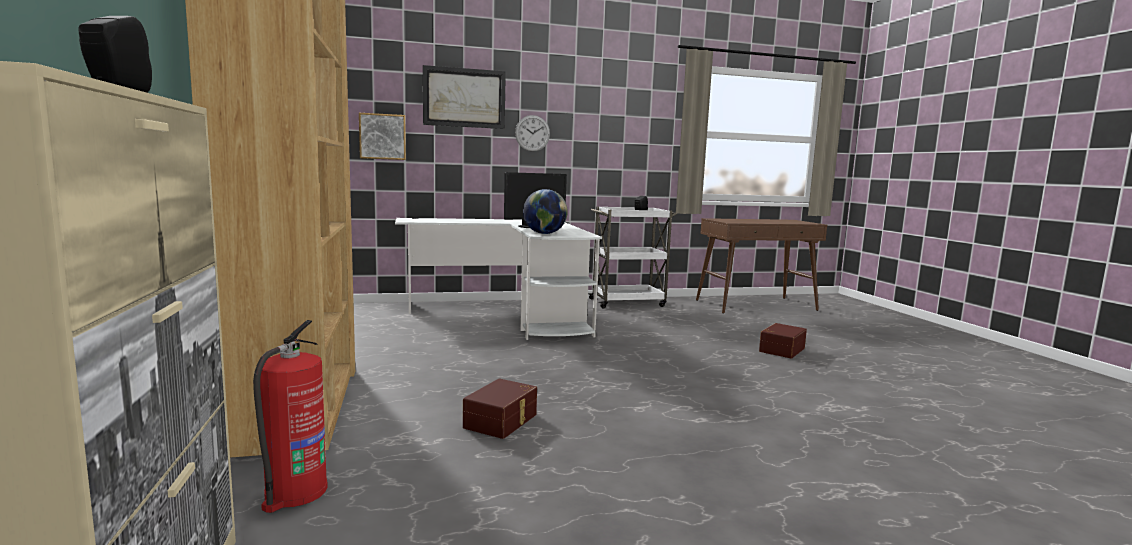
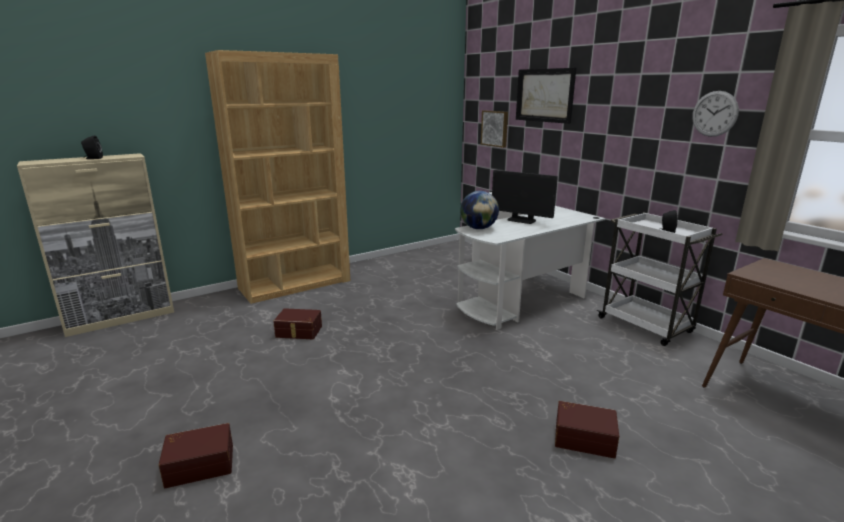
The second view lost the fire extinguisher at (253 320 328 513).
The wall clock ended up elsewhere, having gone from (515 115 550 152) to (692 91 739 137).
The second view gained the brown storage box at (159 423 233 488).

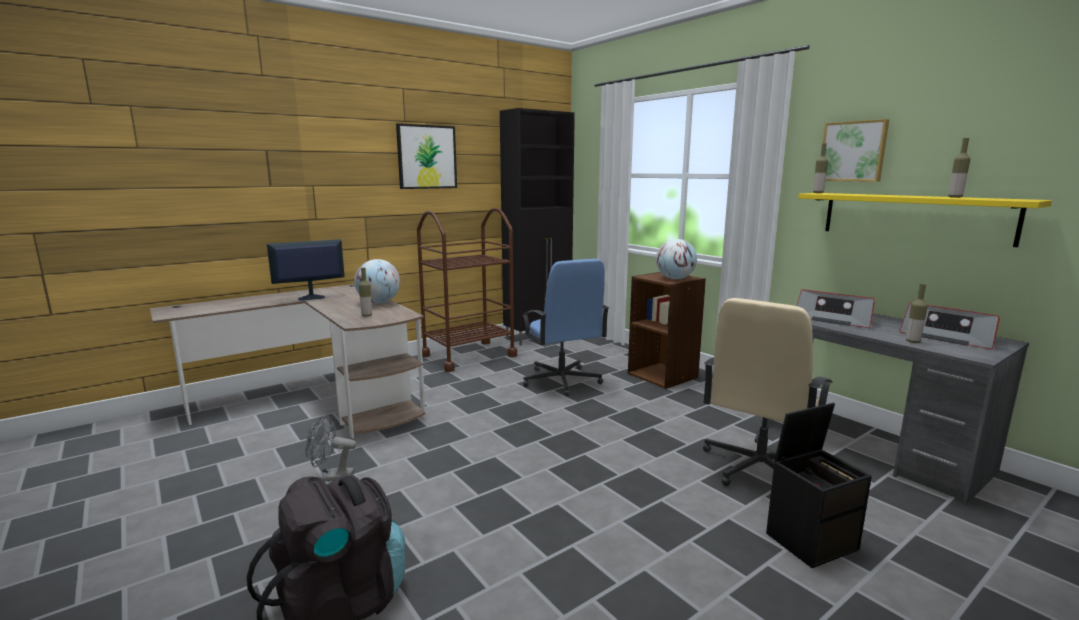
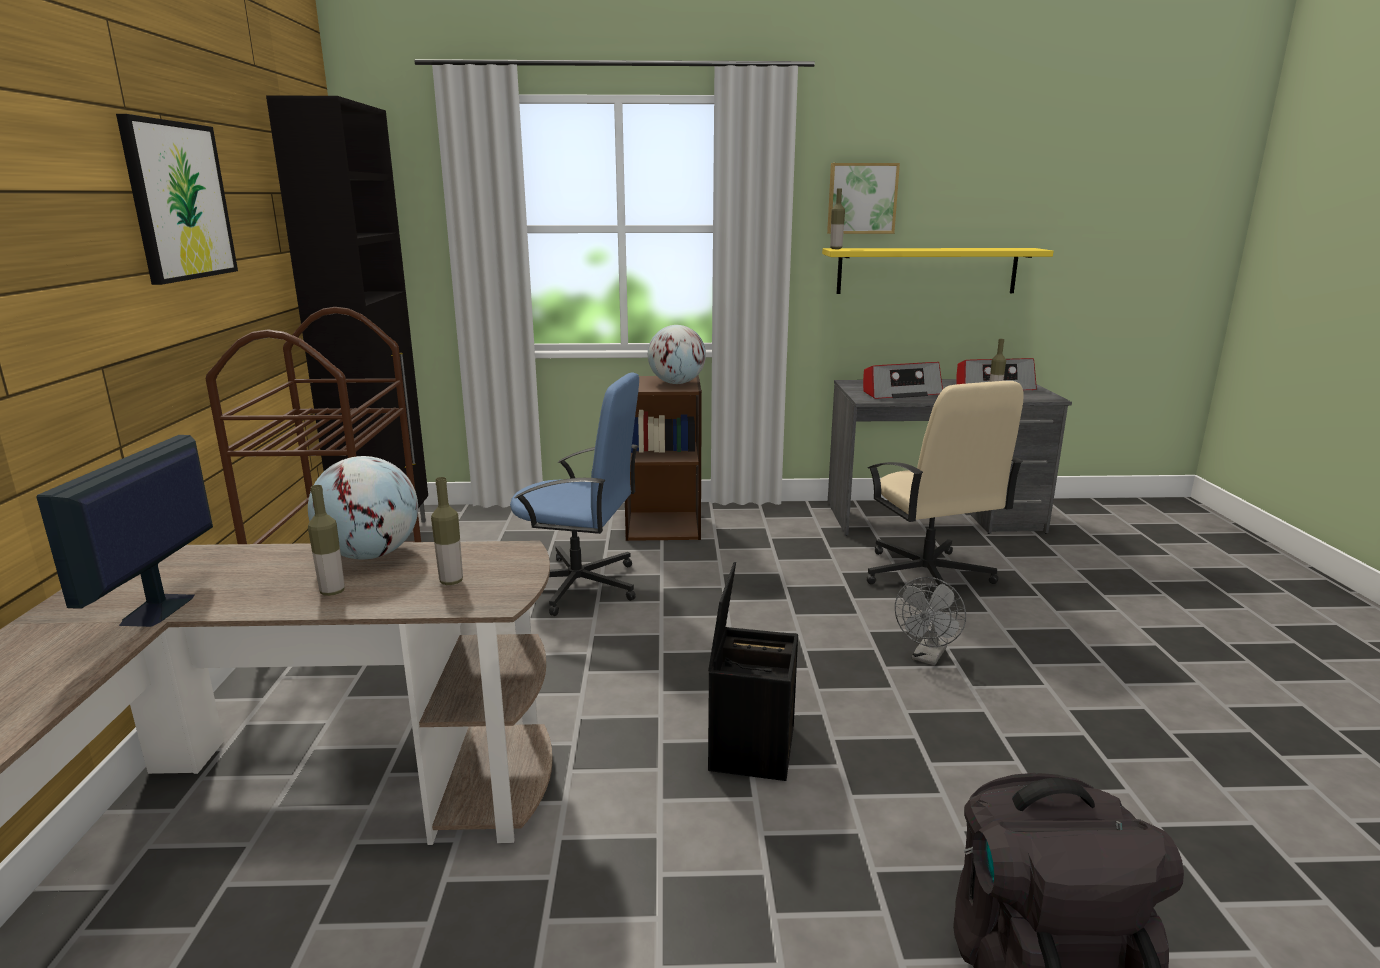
The grey fan ended up elsewhere, having gone from (305 415 356 481) to (895 577 966 666).
The black storage box ended up elsewhere, having gone from (766 403 872 568) to (708 562 798 781).
The bottle ended up elsewhere, having gone from (949 138 970 198) to (308 485 345 596).

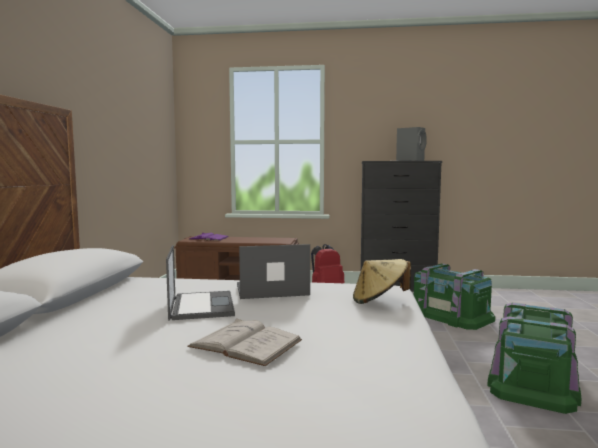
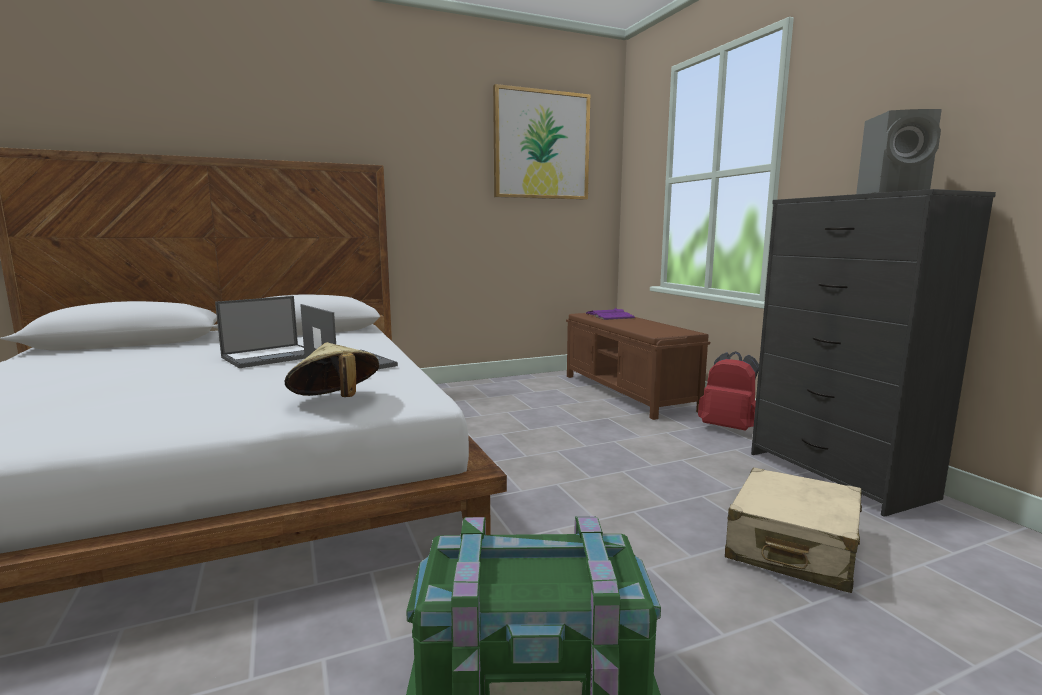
The second view lost the white book at (187 318 302 366).
Where the green storage box stood at (414 263 495 330), the beige suitcase came to stand at (725 467 862 593).
The second view gained the picture at (493 84 590 200).

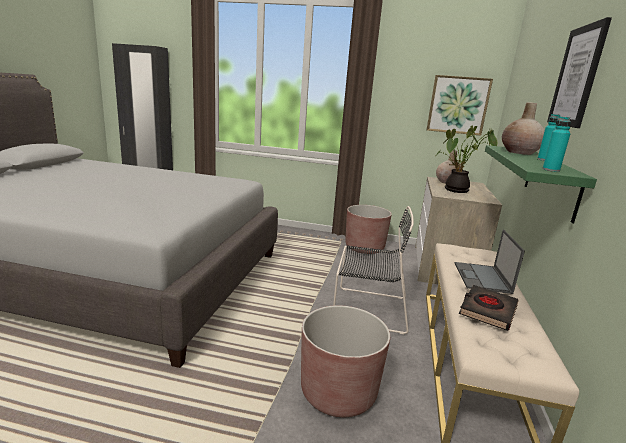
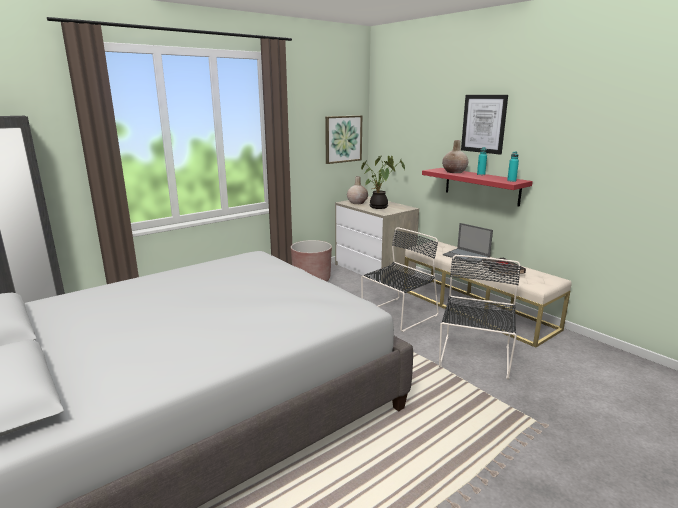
Where the brown planter stood at (301 305 390 417), the black chair came to stand at (439 255 521 379).
What was the green shelf at (485 145 597 223) turned into the red shelf at (422 168 533 207).

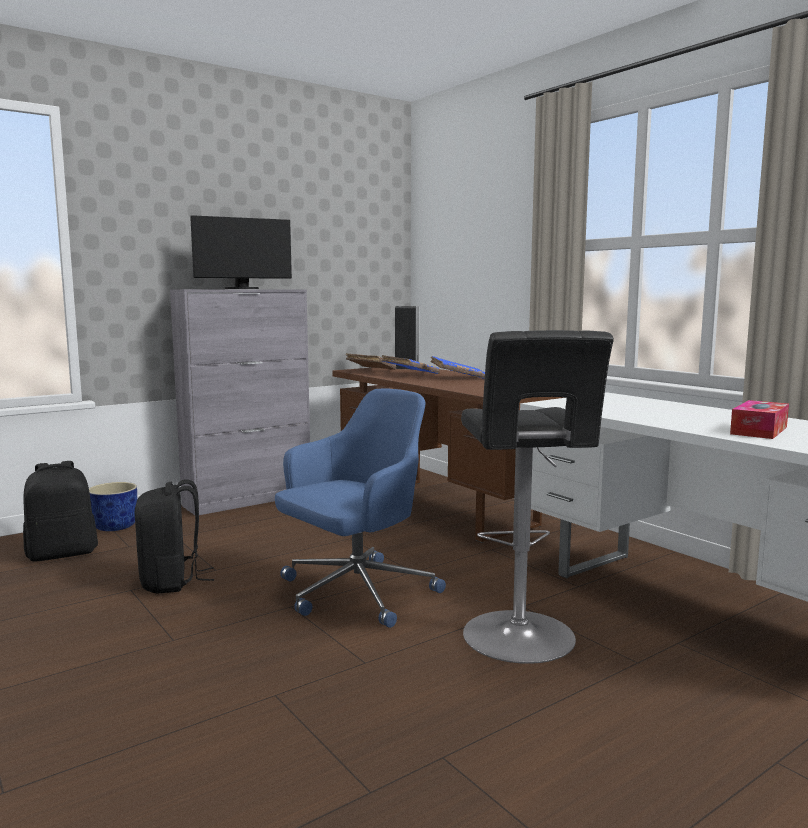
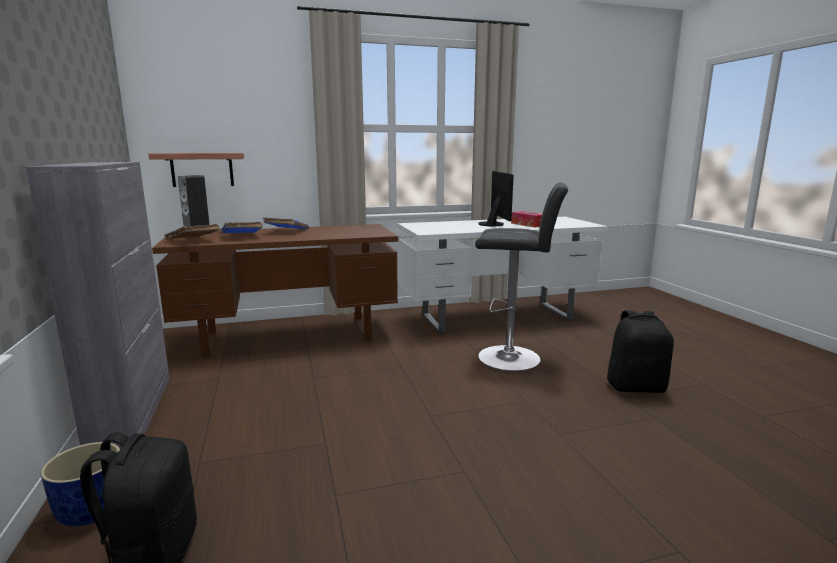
The black backpack ended up elsewhere, having gone from (135 479 215 593) to (607 310 674 393).
The monitor ended up elsewhere, having gone from (190 215 292 289) to (479 171 514 226).
The second view lost the blue office chair at (275 388 446 628).
The second view gained the shelf at (148 153 244 187).

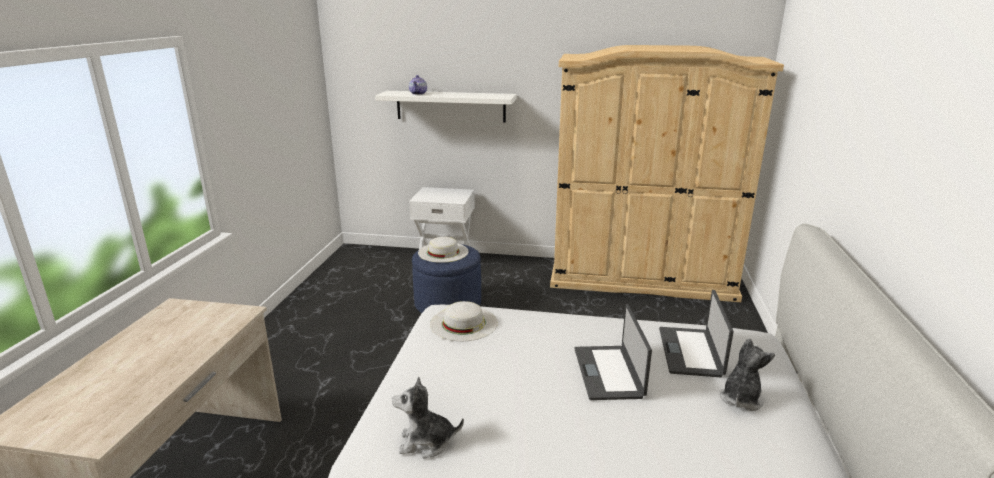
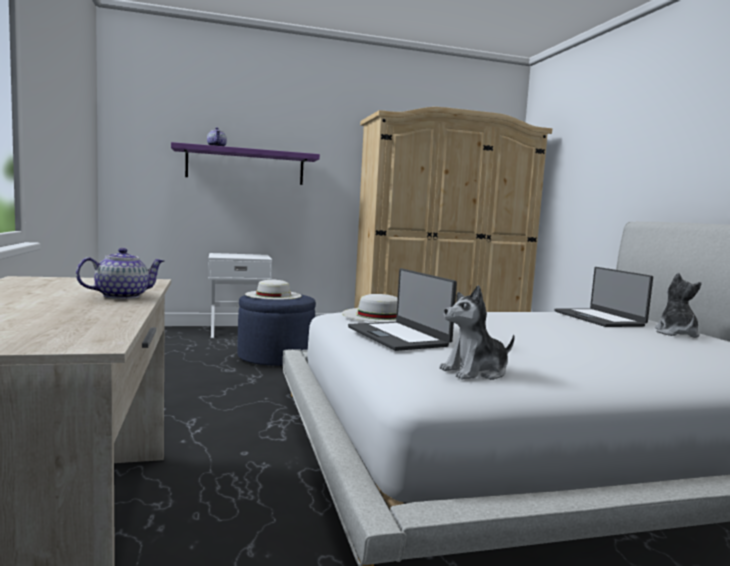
What was the white shelf at (375 91 516 123) turned into the purple shelf at (171 142 320 185).
The laptop ended up elsewhere, having gone from (574 304 652 400) to (348 268 457 351).
The second view gained the teapot at (76 248 164 299).

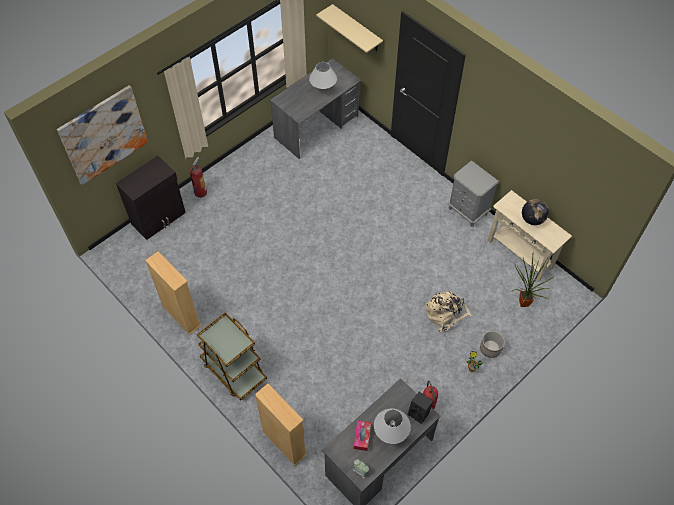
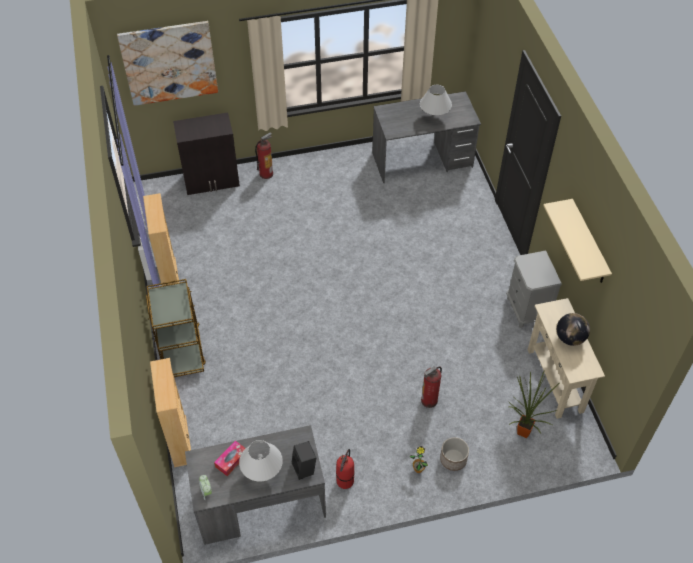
The beige shelf ended up elsewhere, having gone from (316 4 383 53) to (543 199 612 283).
Where the beige backpack stood at (426 291 472 332), the fire extinguisher came to stand at (421 366 442 408).

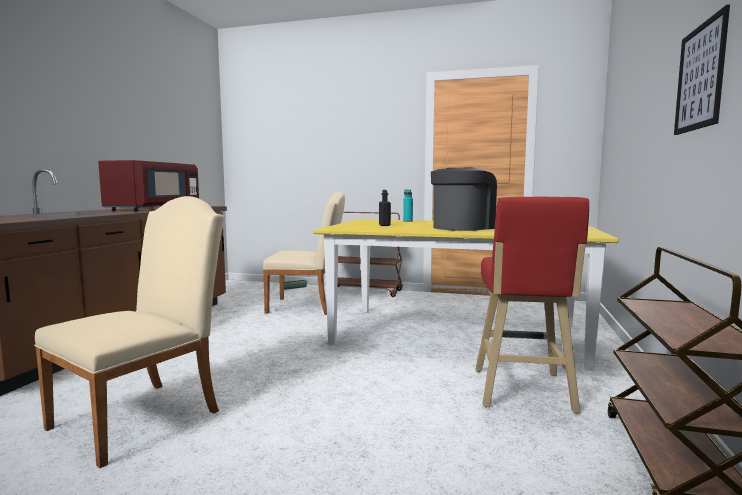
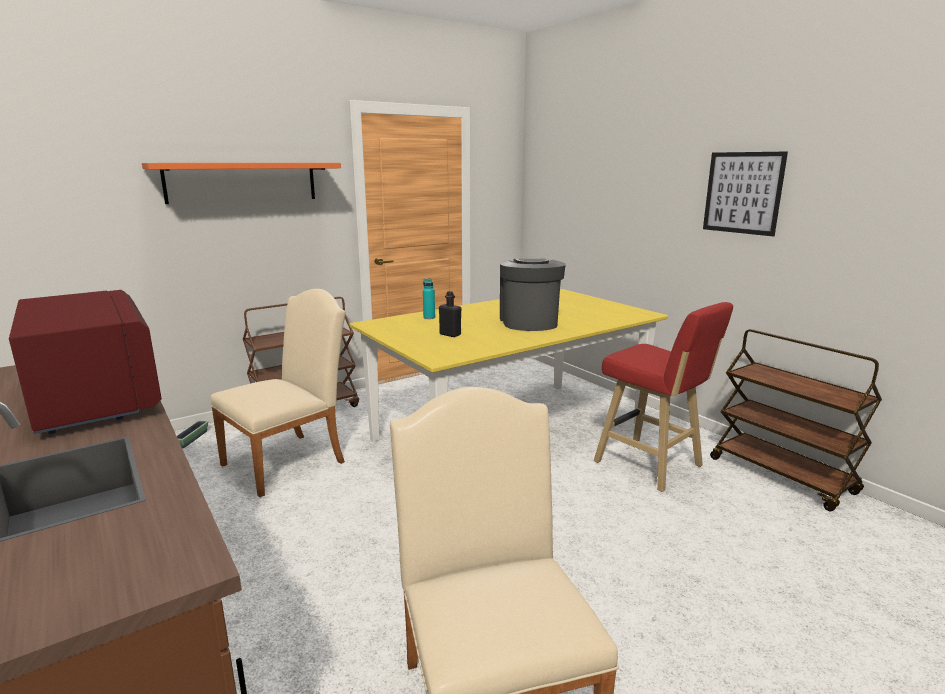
The second view gained the orange shelf at (142 163 341 204).

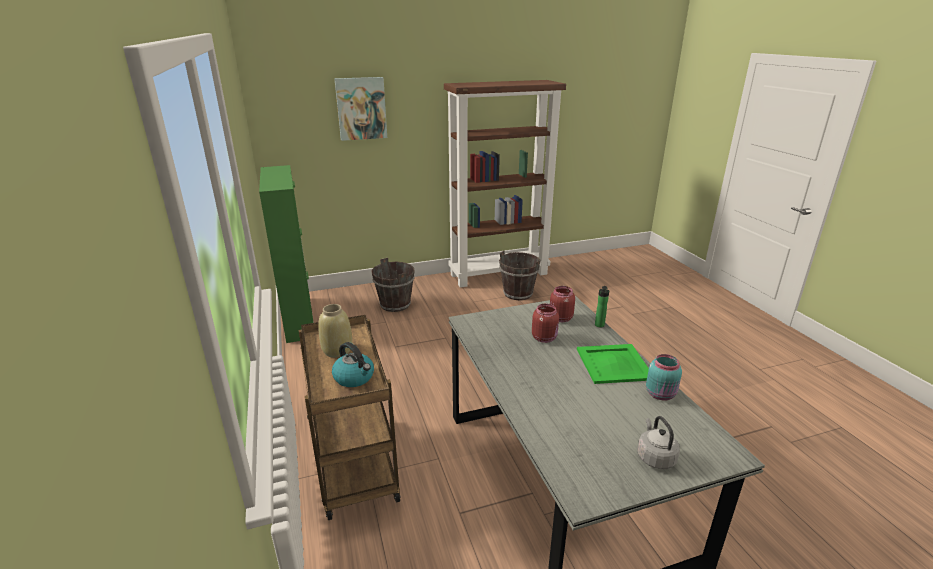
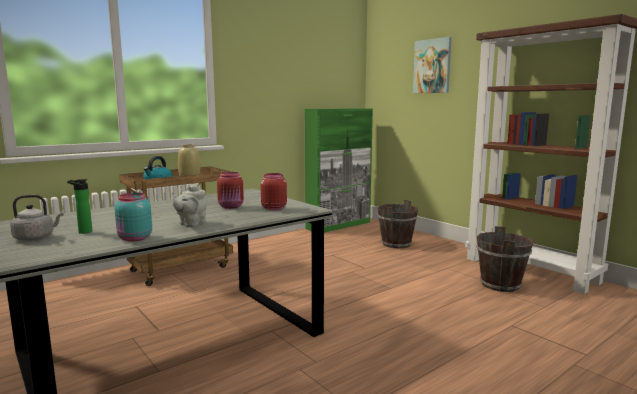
Where the green tray stood at (577 344 649 384), the grey teapot came to stand at (172 184 207 227).
The bottle ended up elsewhere, having gone from (595 286 609 328) to (67 179 92 234).

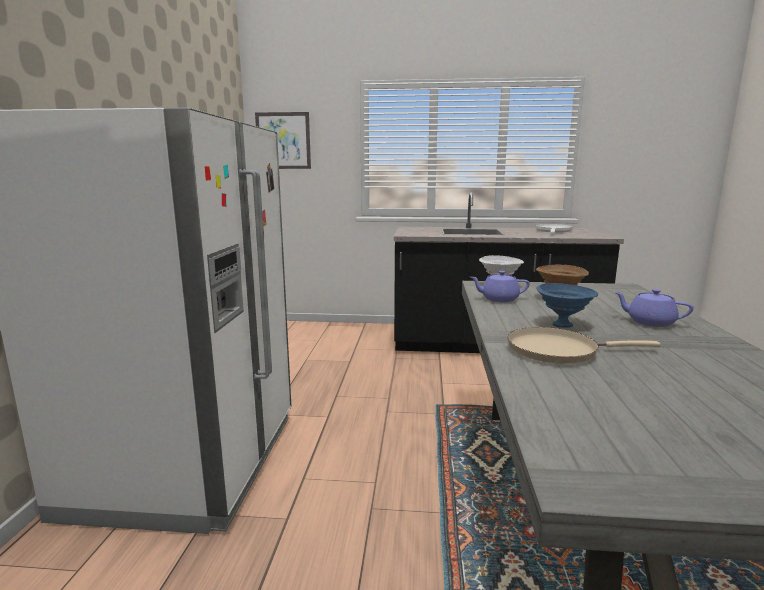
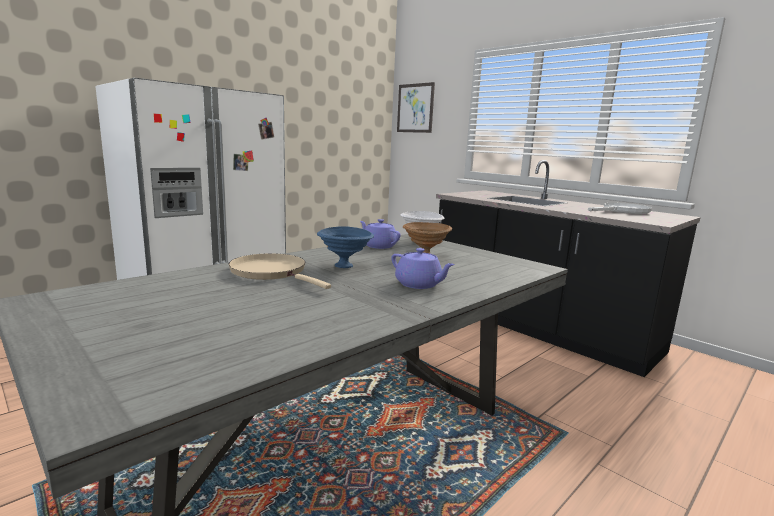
The purple teapot at (614 289 694 327) ended up facing another way, 150 degrees clockwise from before.

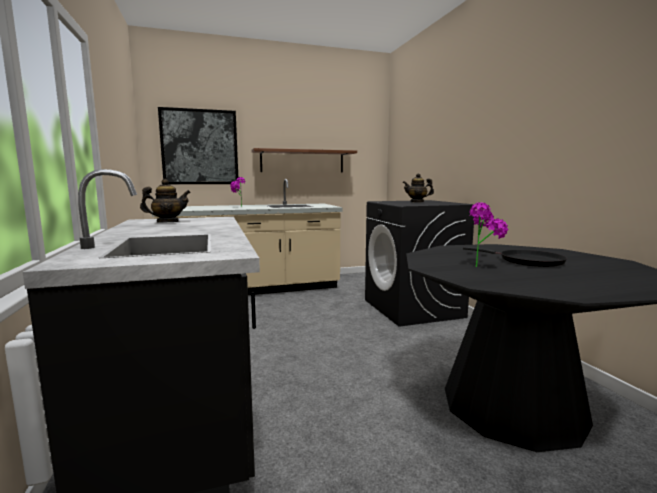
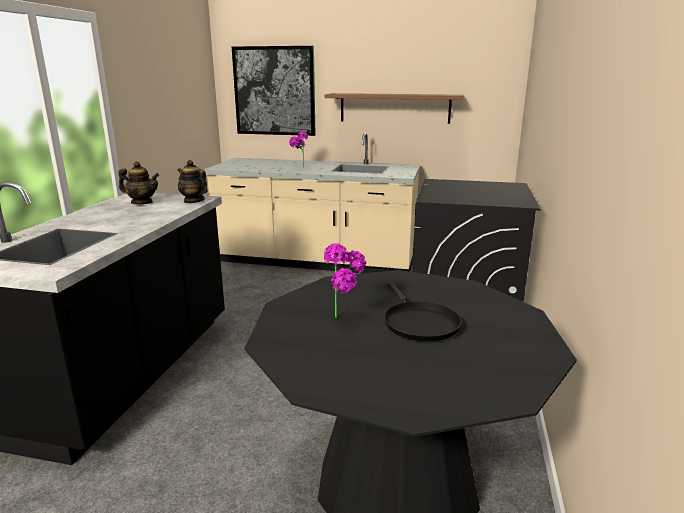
The teapot ended up elsewhere, having gone from (403 173 434 203) to (178 160 208 203).

